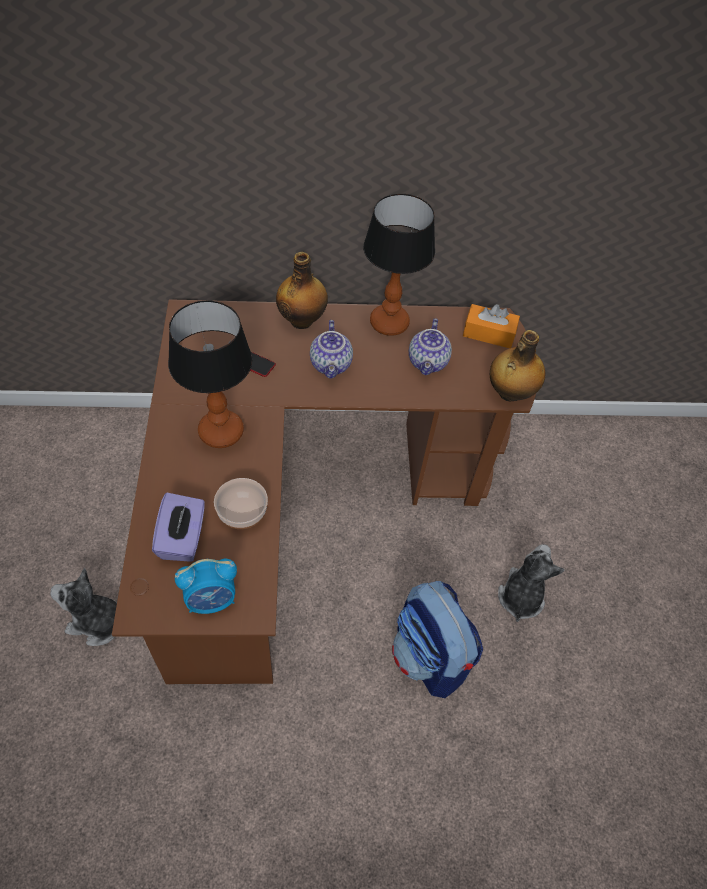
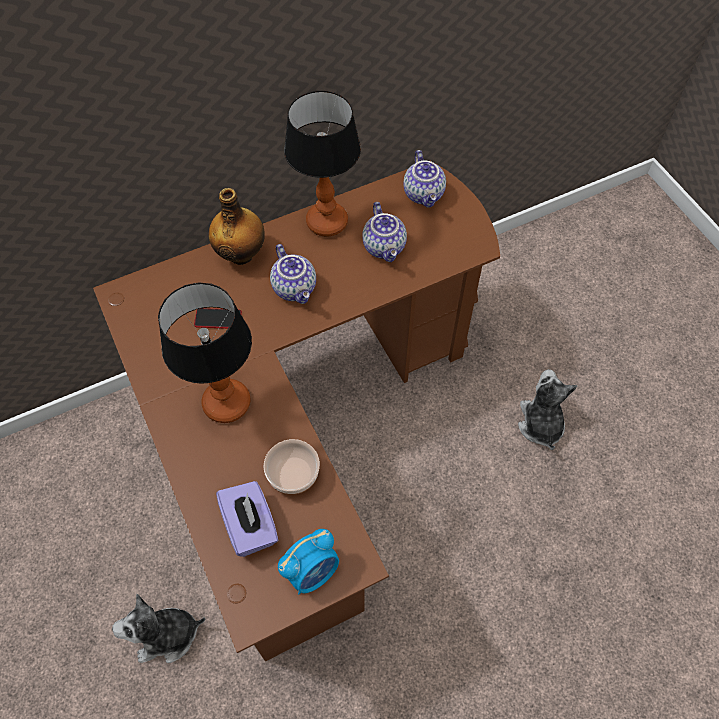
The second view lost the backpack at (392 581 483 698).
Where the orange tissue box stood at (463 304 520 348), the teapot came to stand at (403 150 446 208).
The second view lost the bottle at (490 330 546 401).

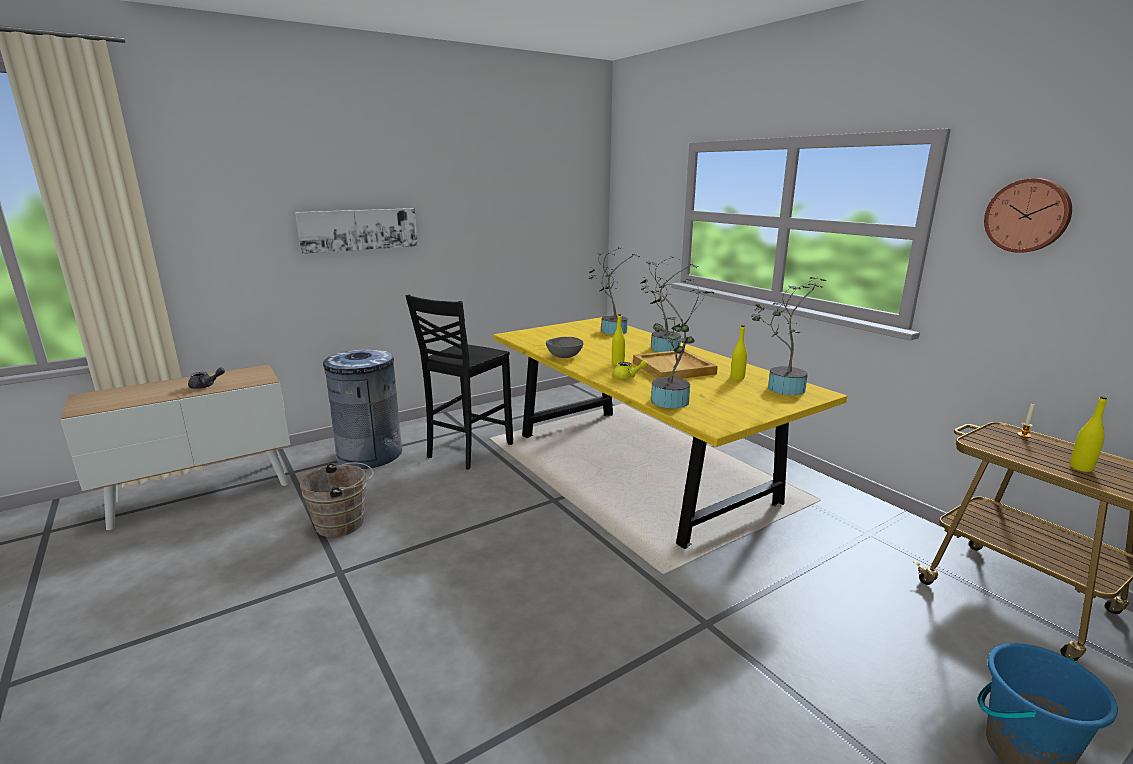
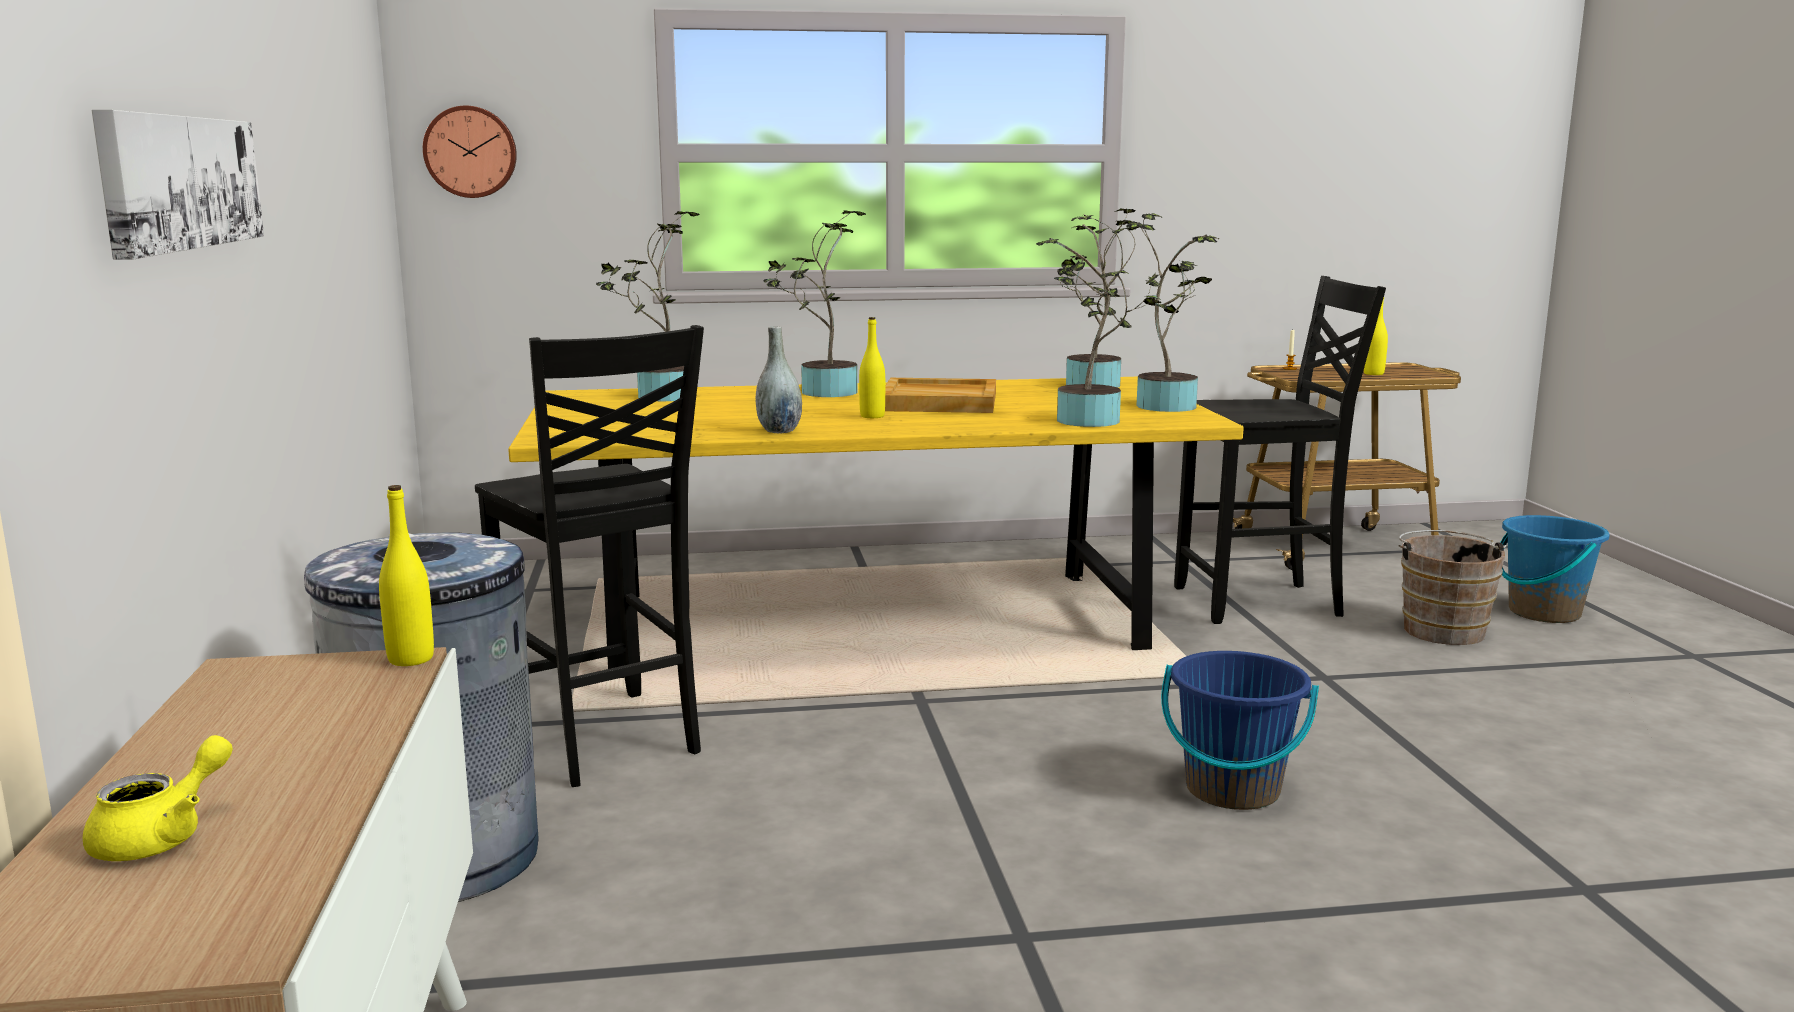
The second view lost the grey teapot at (188 368 225 389).
The brown bucket ended up elsewhere, having gone from (300 462 374 537) to (1398 530 1506 645).
Where the grey bowl stood at (546 337 583 358), the grey vase came to stand at (756 326 802 433).
The yellow teapot ended up elsewhere, having gone from (613 360 648 379) to (83 735 233 861).
The yellow bottle ended up elsewhere, having gone from (731 325 747 380) to (379 485 434 666).
The wall clock ended up elsewhere, having gone from (984 178 1072 253) to (423 106 517 198).
The second view gained the potted plant at (1126 213 1220 412).
The second view gained the blue bucket at (1161 651 1319 810).
The second view gained the black chair at (1174 276 1386 624).

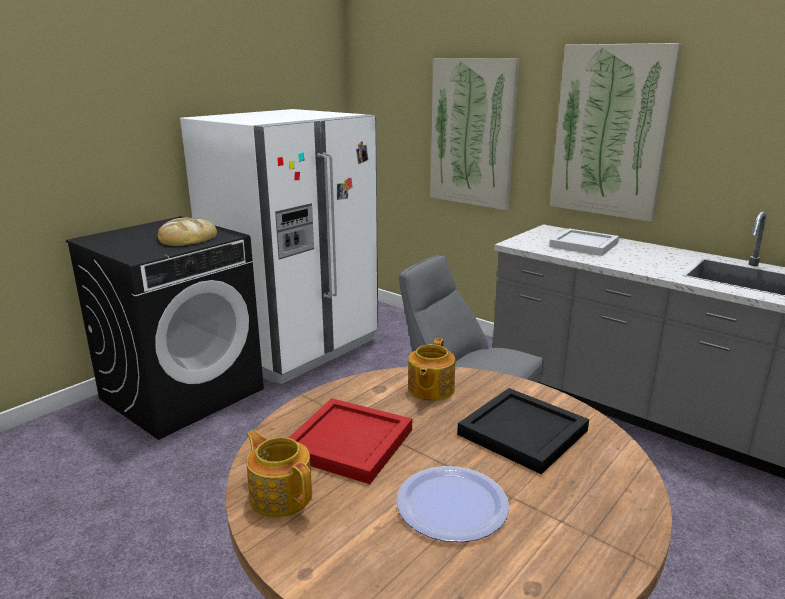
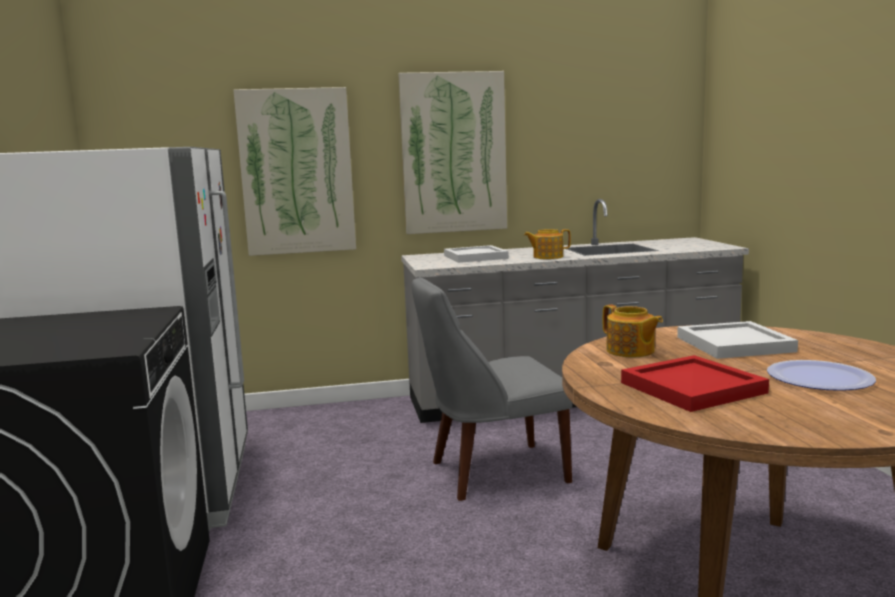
The second view lost the bread at (158 218 217 246).
The teapot ended up elsewhere, having gone from (246 430 312 517) to (524 229 571 259).
What was the black tray at (457 388 589 474) turned into the white tray at (677 321 798 359).

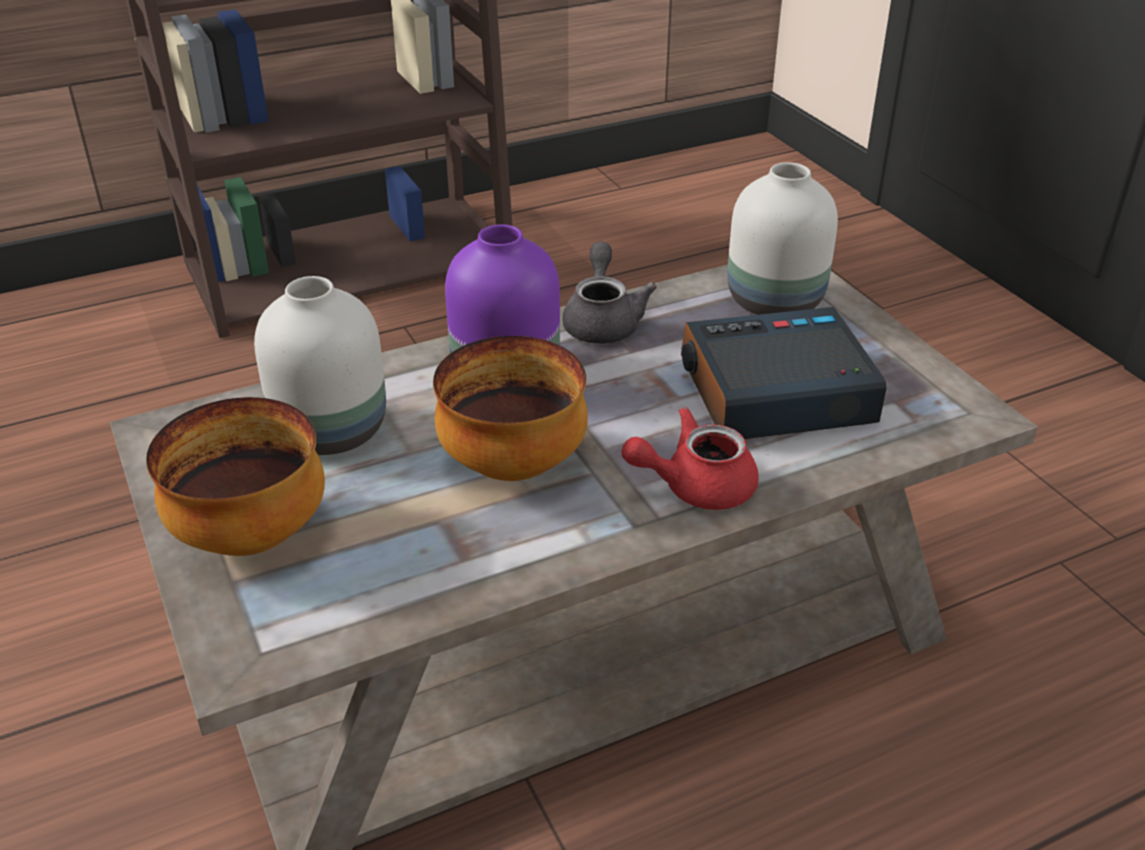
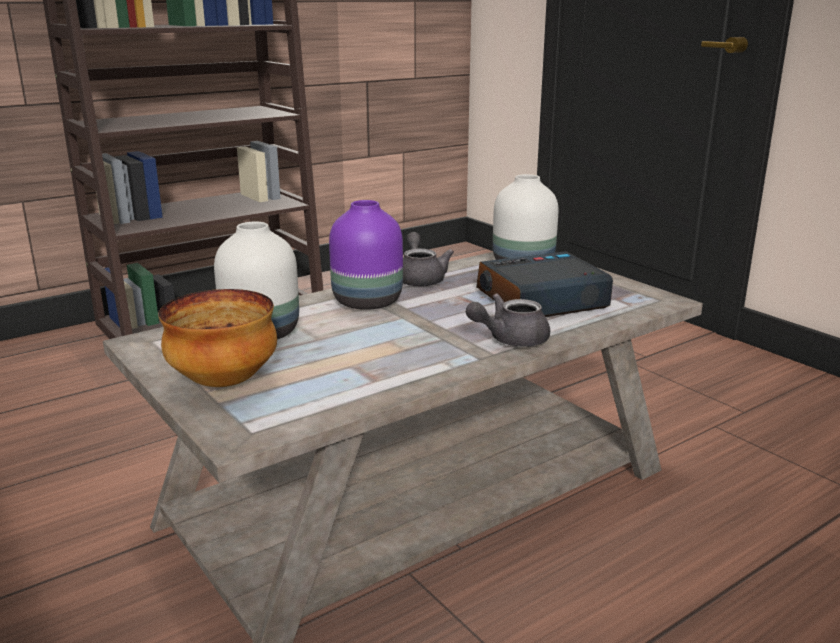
The second view lost the bowl at (433 336 588 481).
What was the red teapot at (622 407 759 510) turned into the grey teapot at (466 293 550 347).

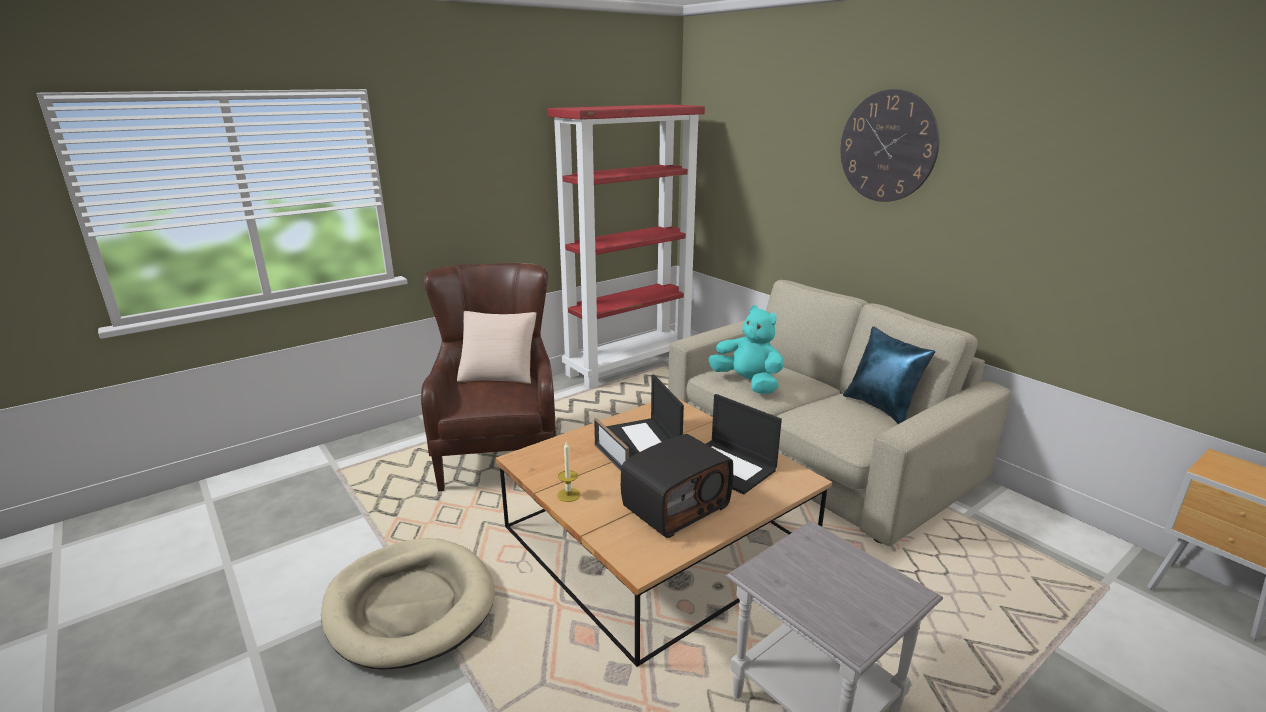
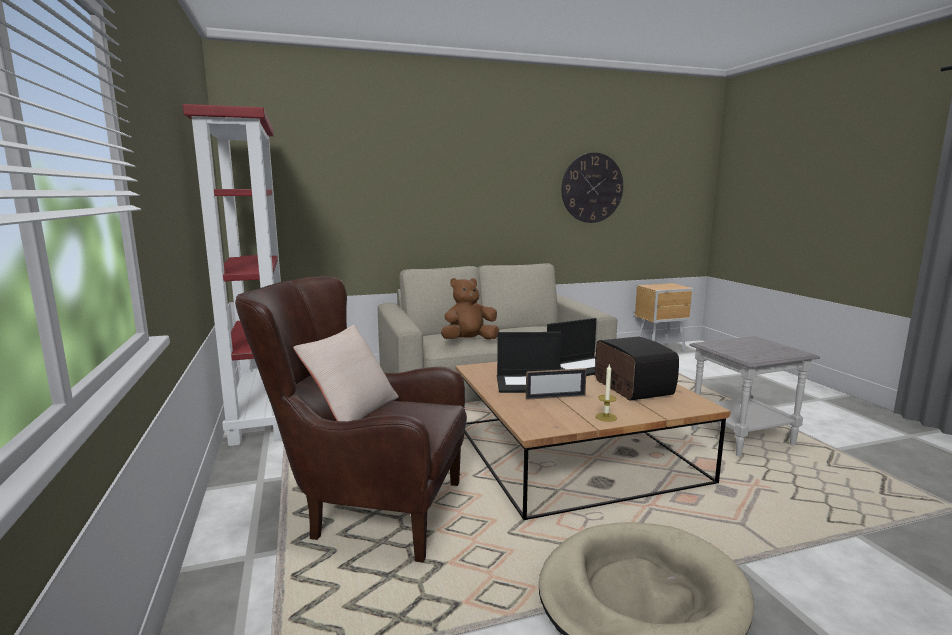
What was the turquoise plush toy at (708 305 784 394) turned into the brown plush toy at (441 278 499 340).
The wall clock ended up elsewhere, having gone from (840 89 939 202) to (561 153 623 223).
The second view lost the blue pillow at (843 326 935 424).

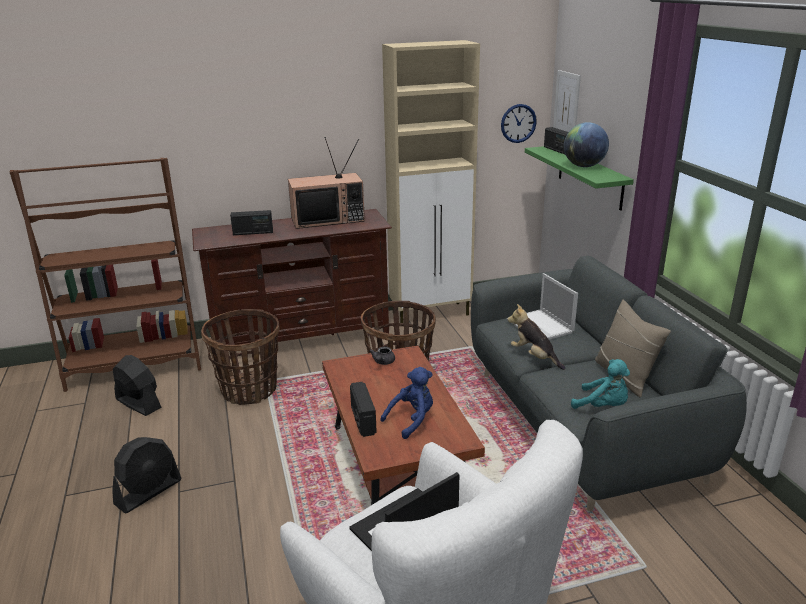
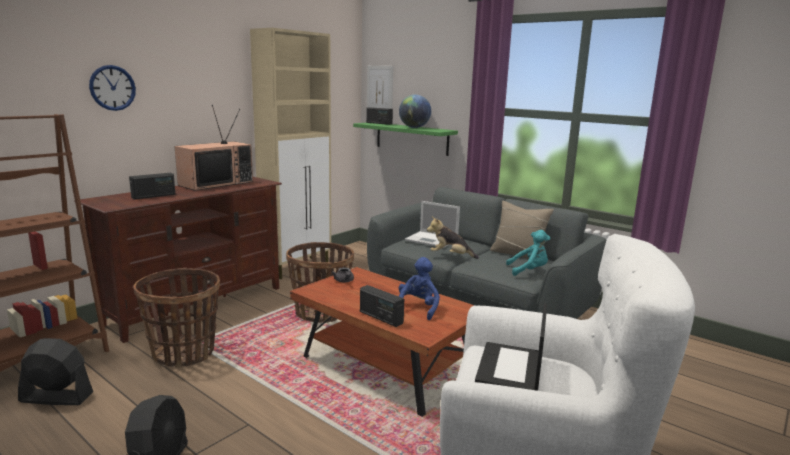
The wall clock ended up elsewhere, having gone from (501 104 537 143) to (89 65 136 111).

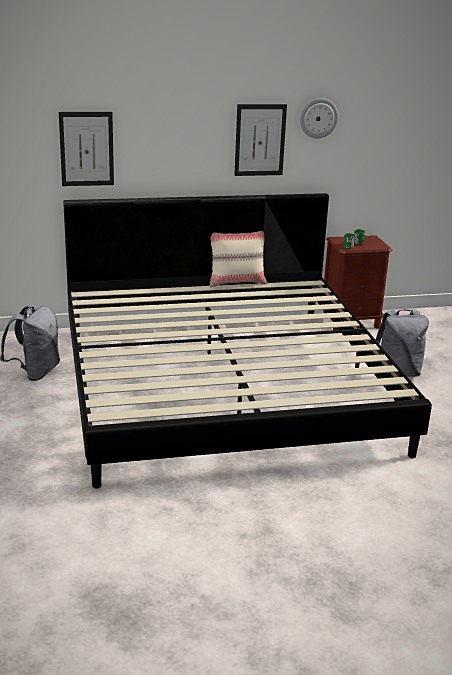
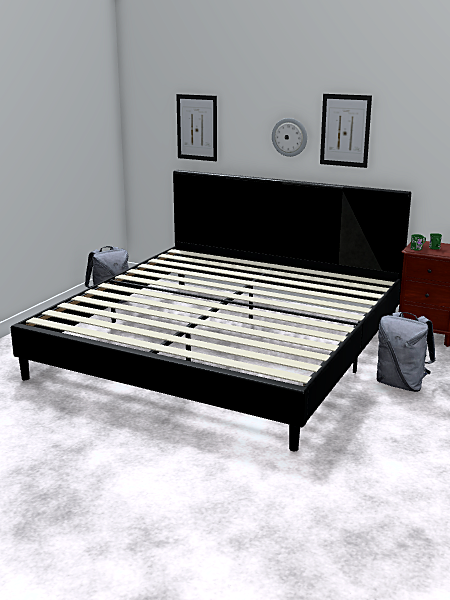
The second view lost the beige pillow at (210 231 268 287).
The wall clock ended up elsewhere, having gone from (300 98 338 139) to (272 118 307 157).

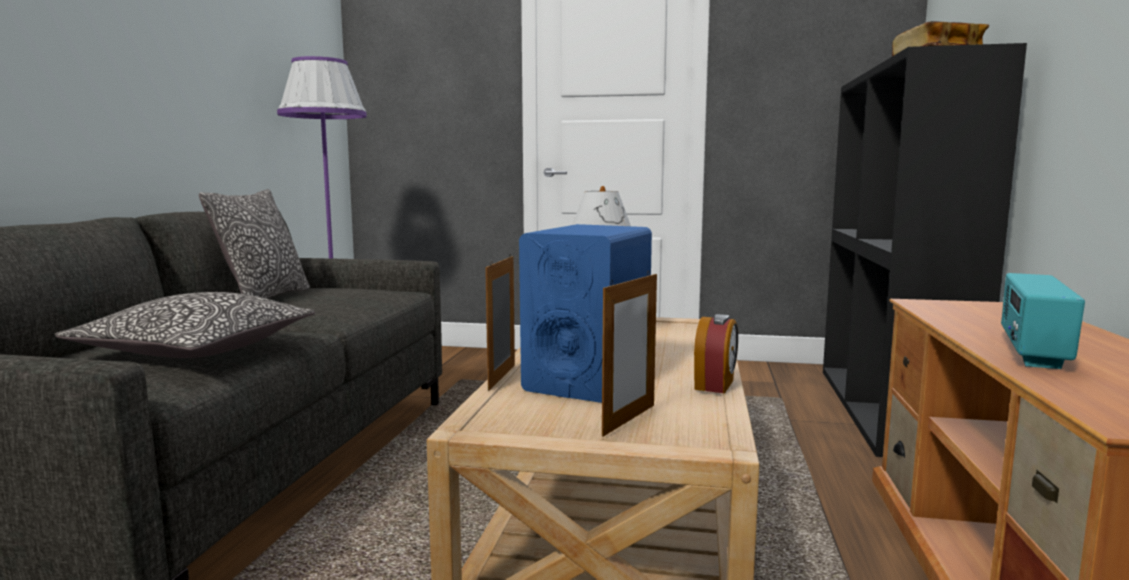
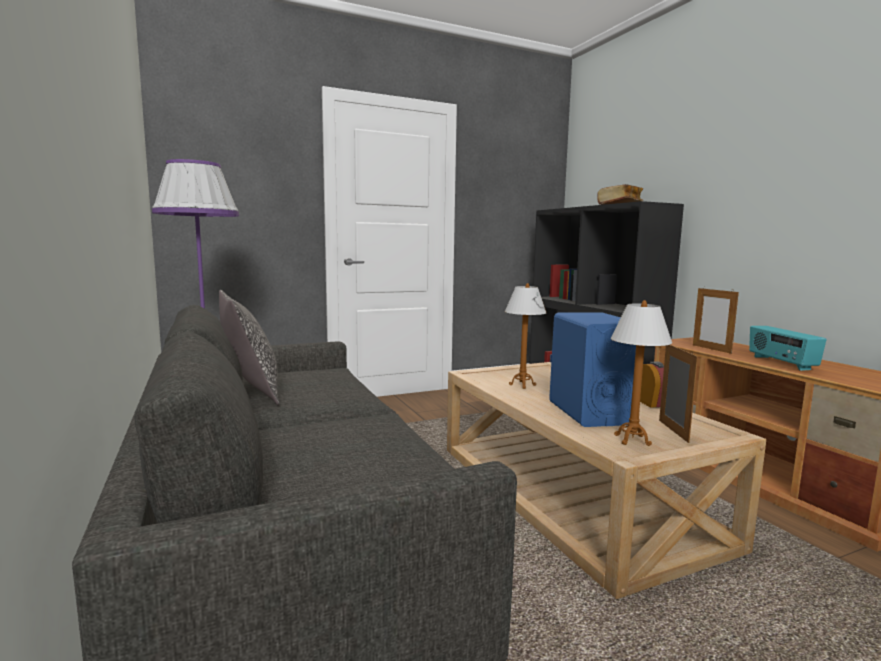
The second view lost the pillow at (54 292 315 358).
The picture frame ended up elsewhere, having gone from (485 254 515 391) to (693 287 739 354).
The second view gained the table lamp at (611 300 672 446).

